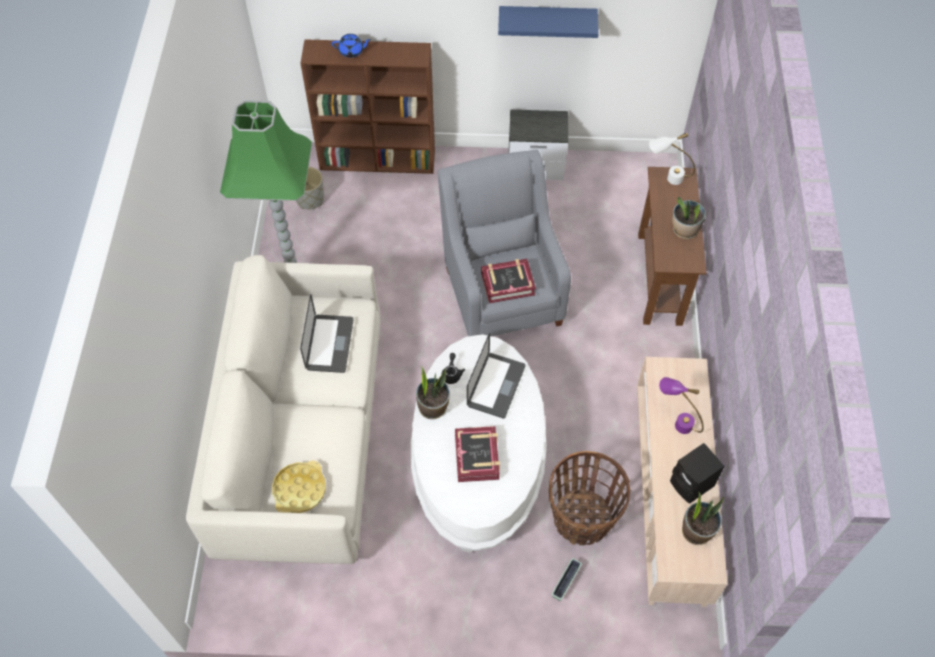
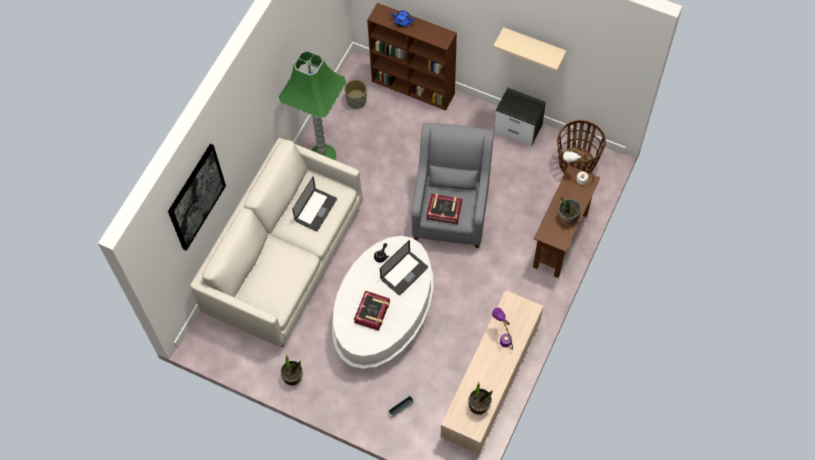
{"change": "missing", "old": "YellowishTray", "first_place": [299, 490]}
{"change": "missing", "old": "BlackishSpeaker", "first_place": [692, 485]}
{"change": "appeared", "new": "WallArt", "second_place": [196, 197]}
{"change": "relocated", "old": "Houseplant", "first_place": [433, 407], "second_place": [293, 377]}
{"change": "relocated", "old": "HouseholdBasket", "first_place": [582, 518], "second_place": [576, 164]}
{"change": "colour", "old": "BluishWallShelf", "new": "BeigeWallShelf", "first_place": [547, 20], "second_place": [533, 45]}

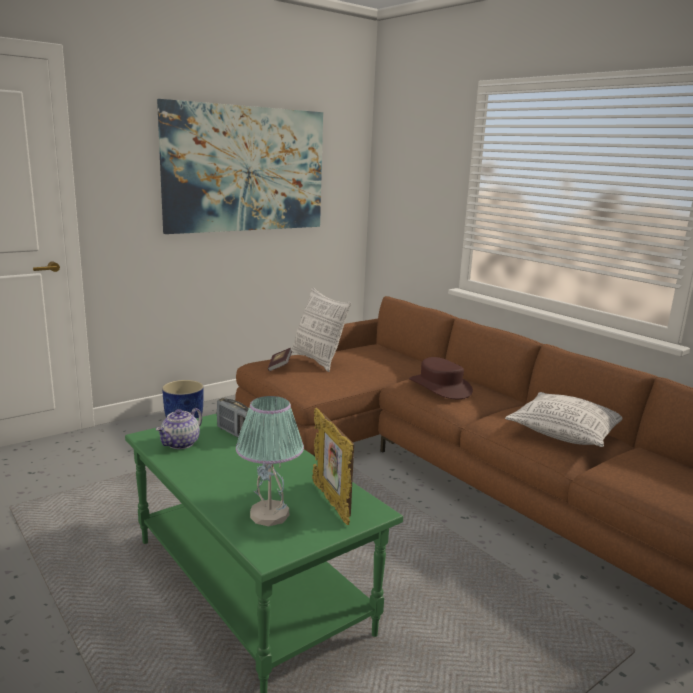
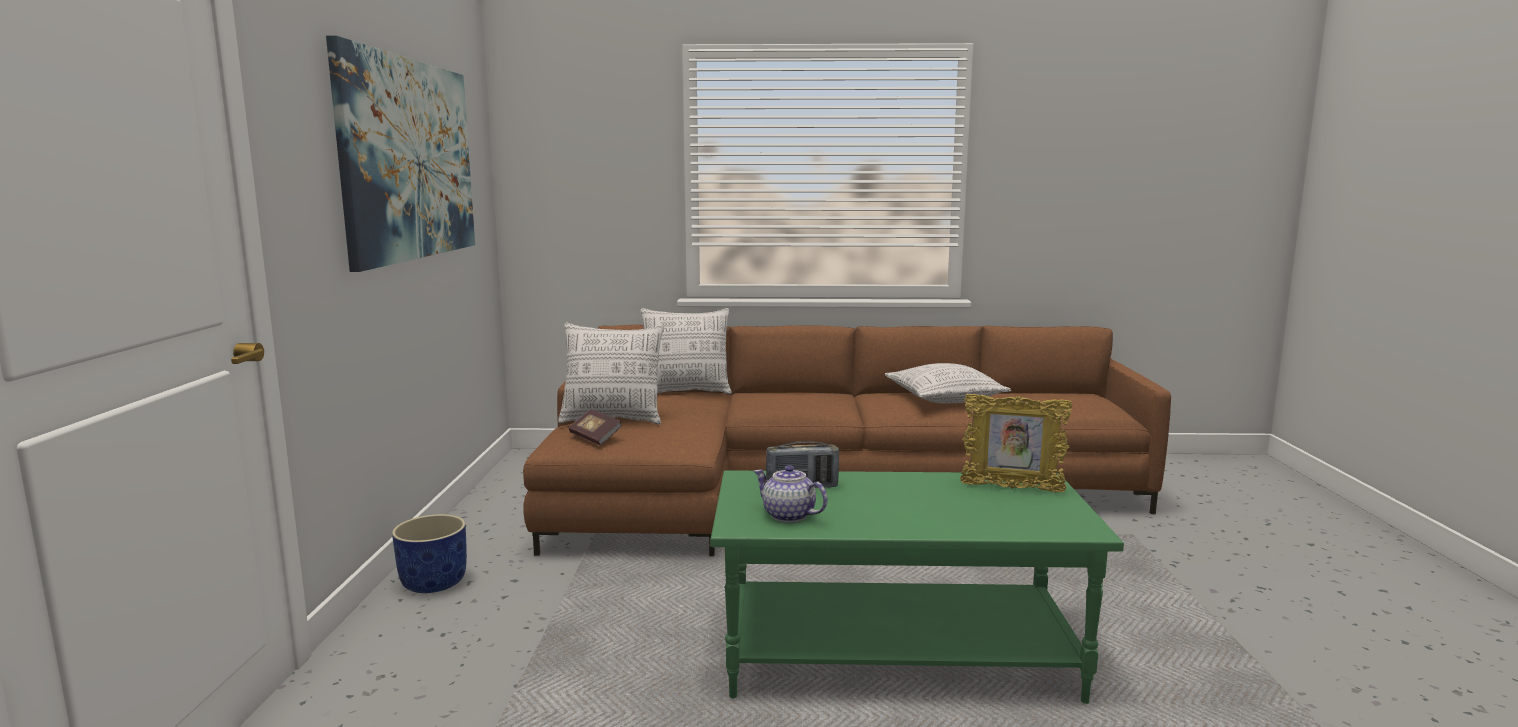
{"change": "missing", "old": "LampForATable", "first_place": [270, 515]}
{"change": "missing", "old": "BrownishWearableHat", "first_place": [440, 387]}
{"change": "appeared", "new": "ThrowPillow", "second_place": [686, 392]}
{"change": "spun", "old": "TeaPot", "first_place": [180, 444], "second_place": [788, 515], "degrees": 150}

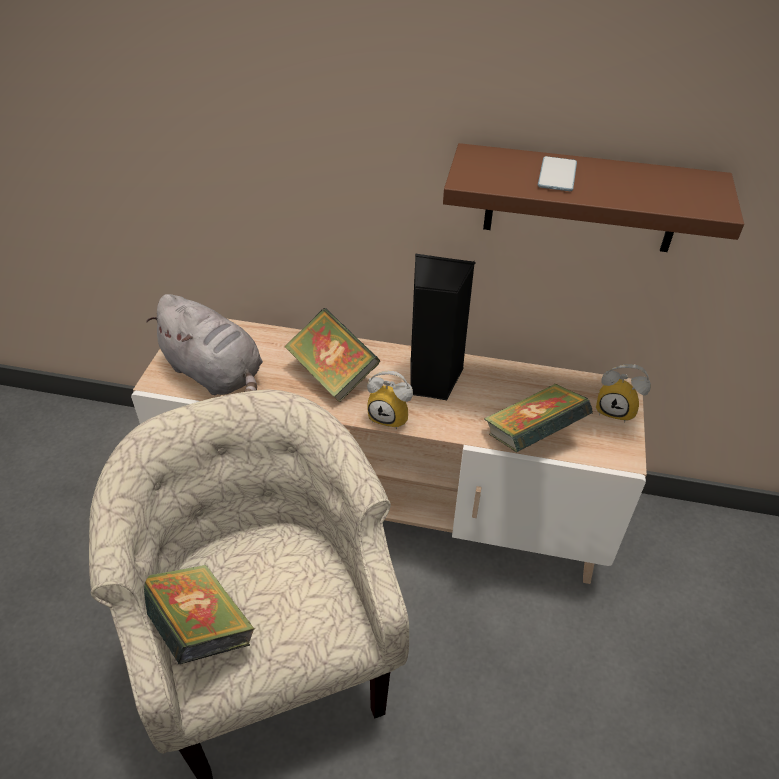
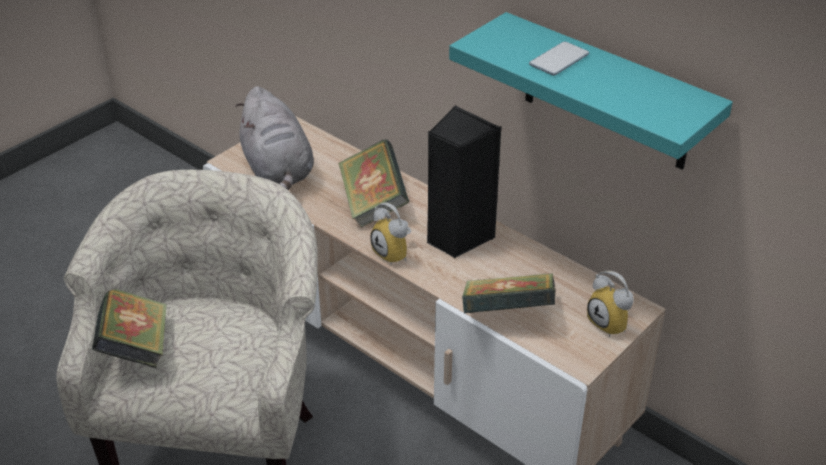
{"change": "colour", "old": "BrownishWallShelf", "new": "TurquoiseColouredWallShelf", "first_place": [582, 199], "second_place": [607, 93]}

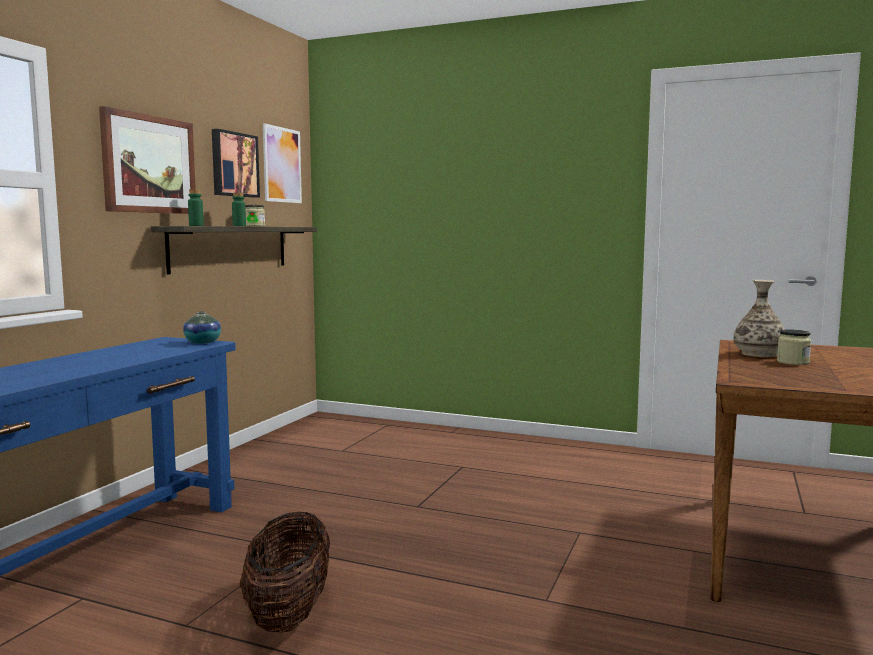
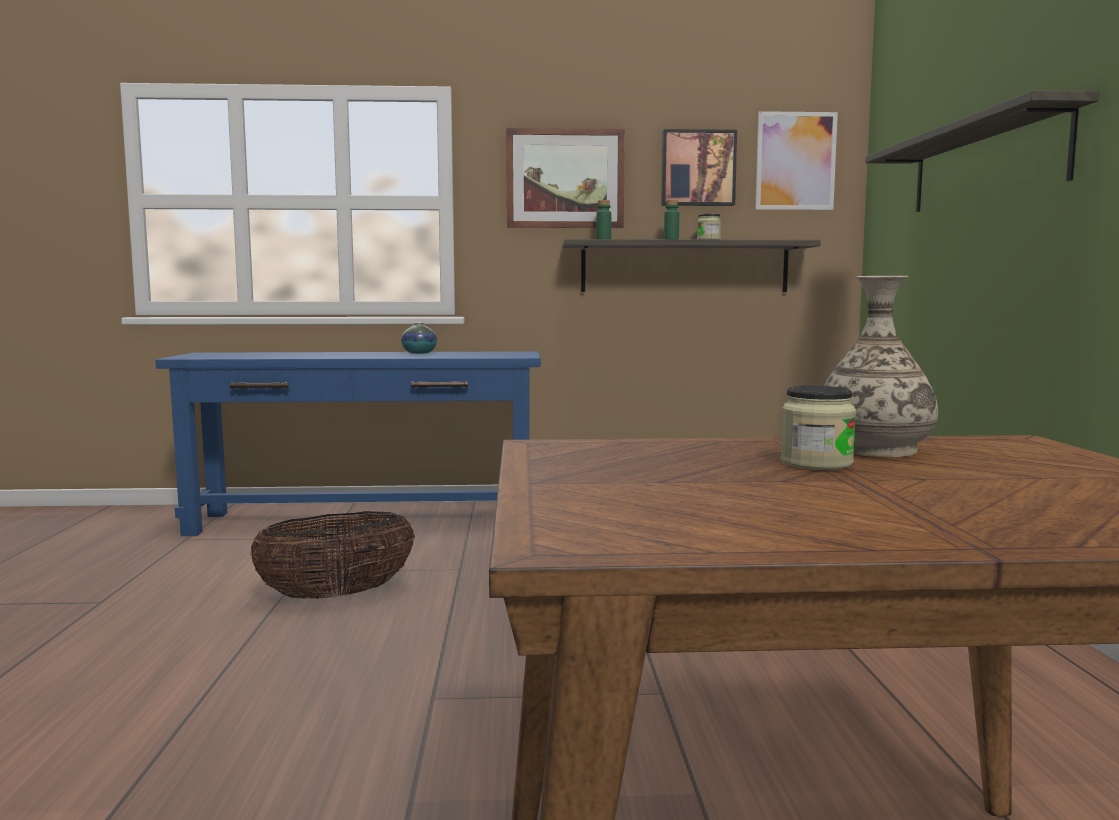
{"change": "appeared", "new": "WallShelf", "second_place": [985, 164]}
{"change": "relocated", "old": "FlowerVase", "first_place": [202, 342], "second_place": [419, 353]}

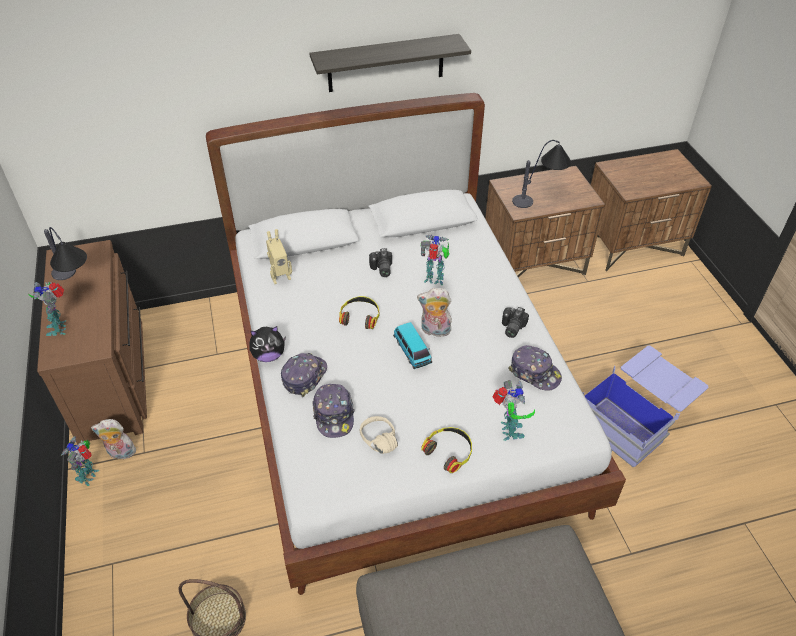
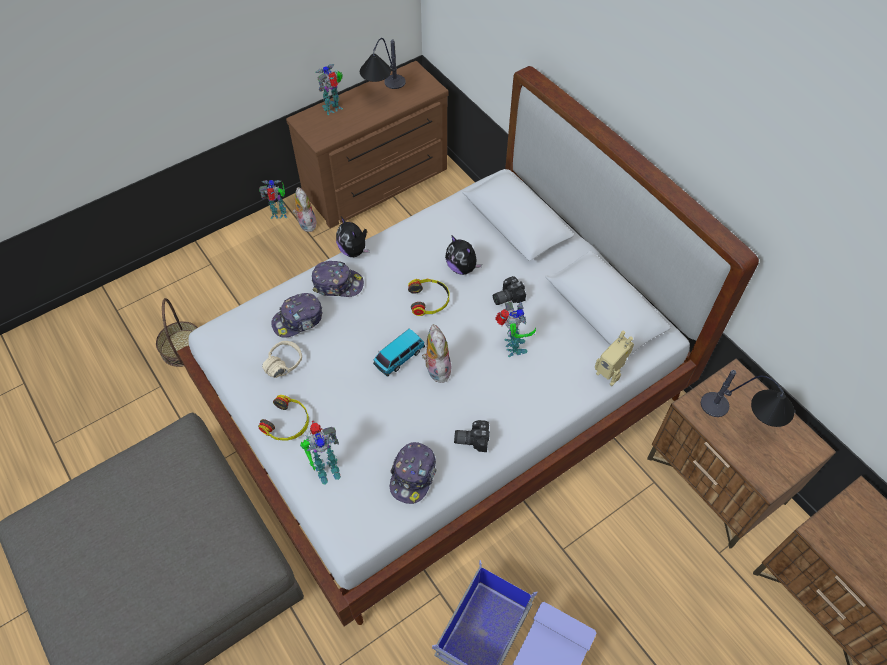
{"change": "missing", "old": "WallShelf", "first_place": [386, 63]}
{"change": "appeared", "new": "CuddlyToy", "second_place": [462, 267]}
{"change": "relocated", "old": "RobotFigure", "first_place": [280, 276], "second_place": [610, 374]}

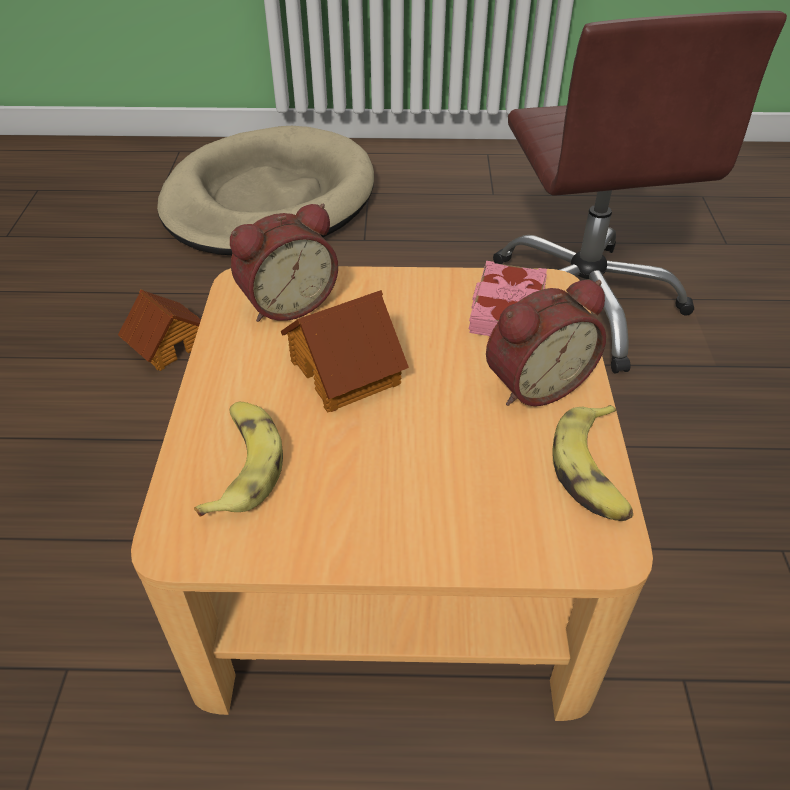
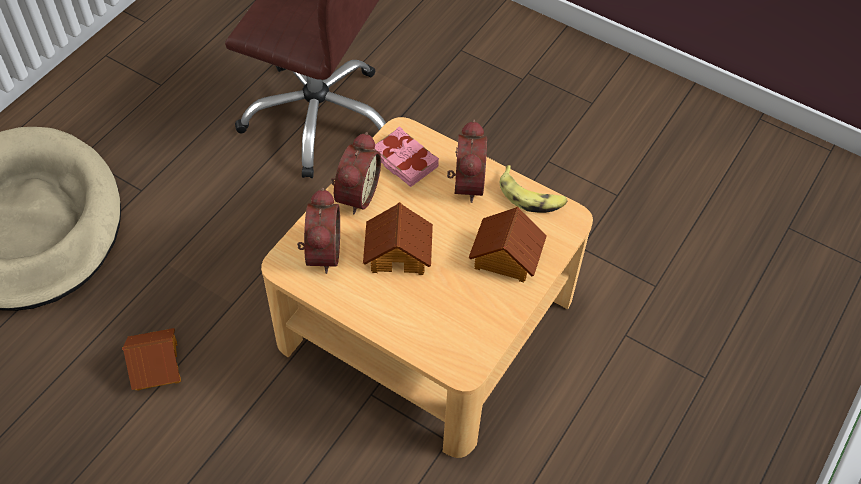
{"change": "missing", "old": "BananaFruit", "first_place": [243, 465]}
{"change": "appeared", "new": "BedsideClock", "second_place": [354, 194]}
{"change": "appeared", "new": "MiniatureHouse", "second_place": [505, 257]}

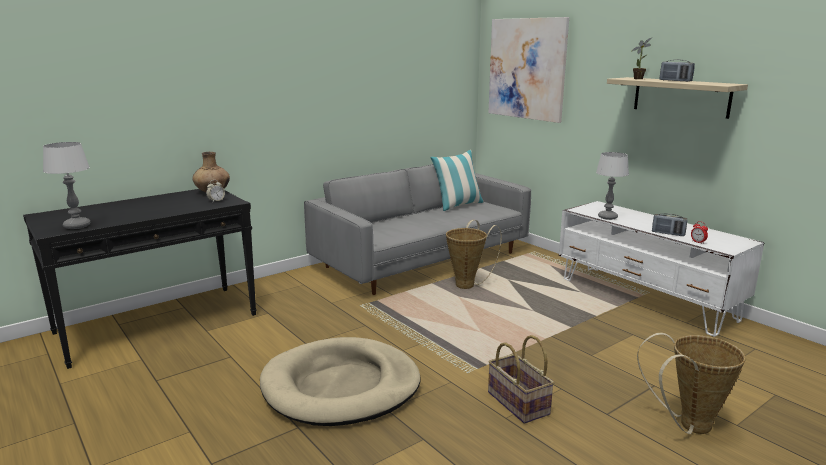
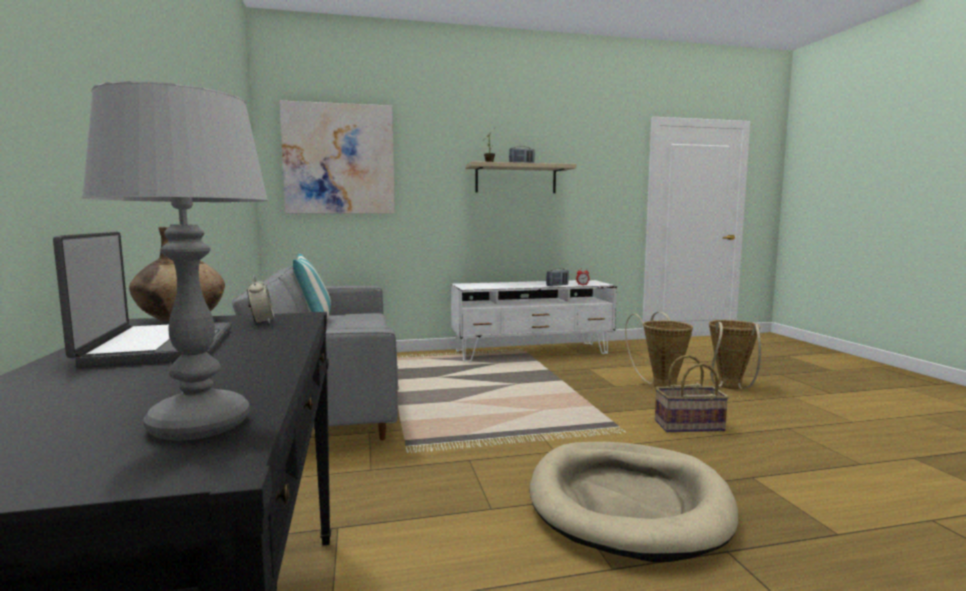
{"change": "missing", "old": "LampForATable", "first_place": [607, 217]}
{"change": "appeared", "new": "NotebookComputer", "second_place": [158, 347]}
{"change": "relocated", "old": "HouseholdBasket", "first_place": [468, 284], "second_place": [661, 385]}

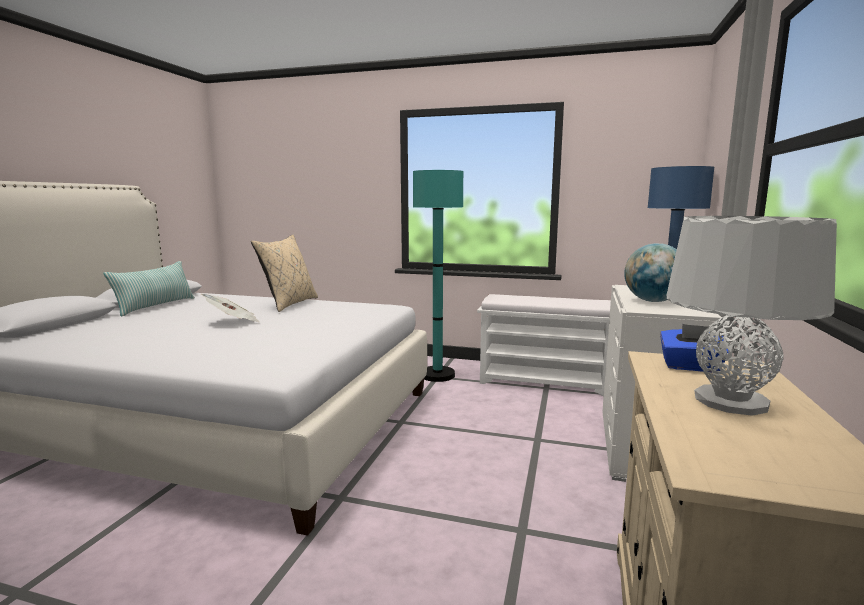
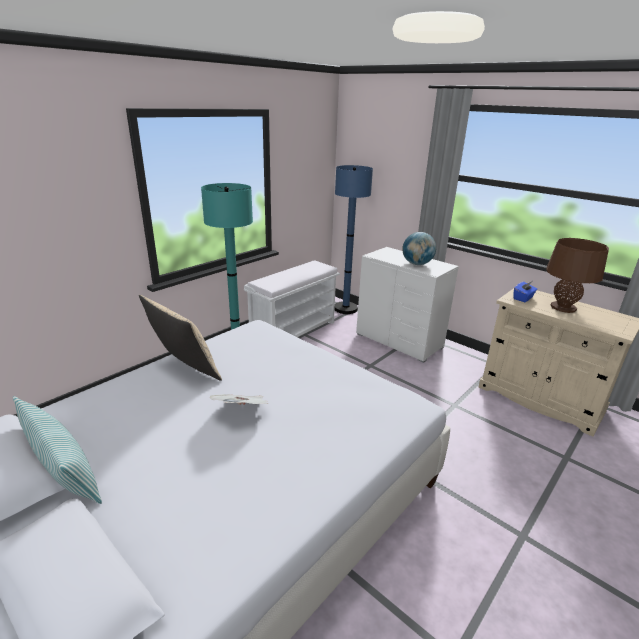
{"change": "colour", "old": "GrayLampForATable", "new": "BrownishLampForATable", "first_place": [730, 401], "second_place": [563, 307]}

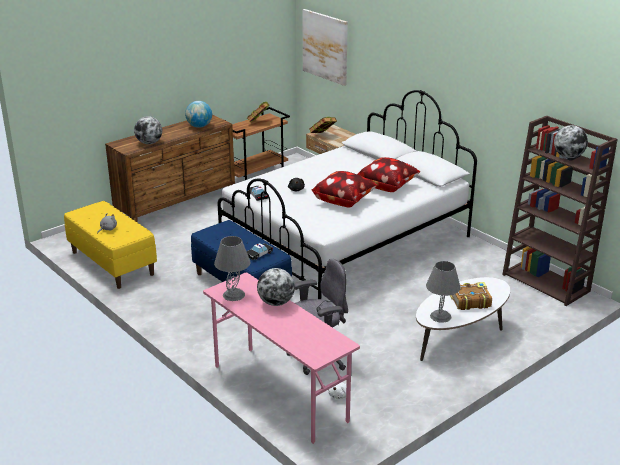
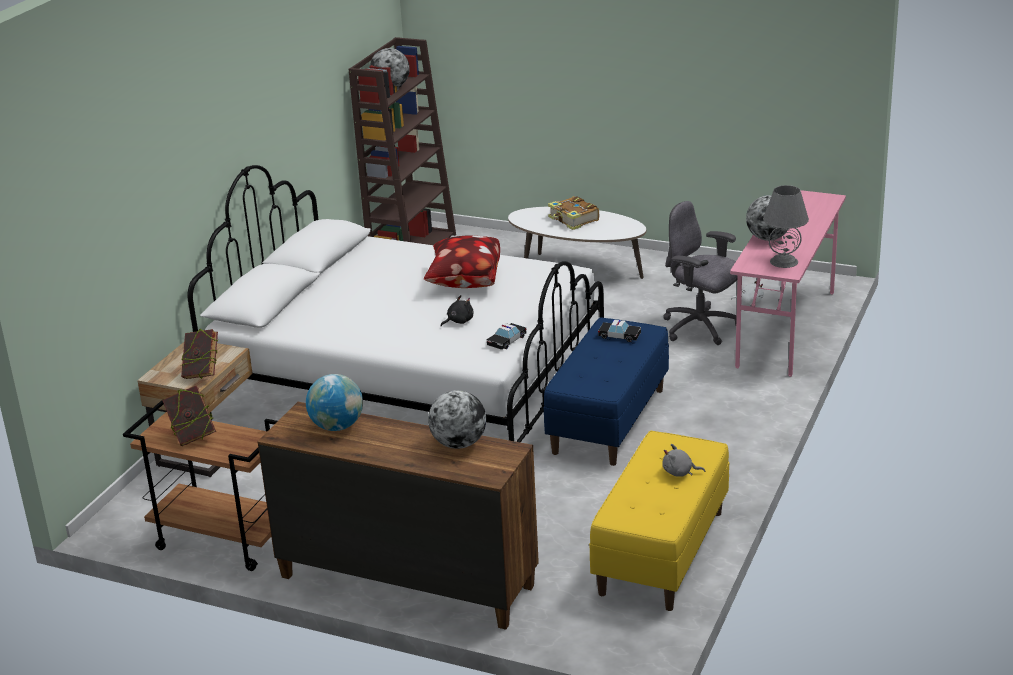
{"change": "missing", "old": "WallArt", "first_place": [325, 46]}
{"change": "missing", "old": "ThrowPillow", "first_place": [387, 186]}
{"change": "missing", "old": "GrayLampForATable", "first_place": [440, 316]}

